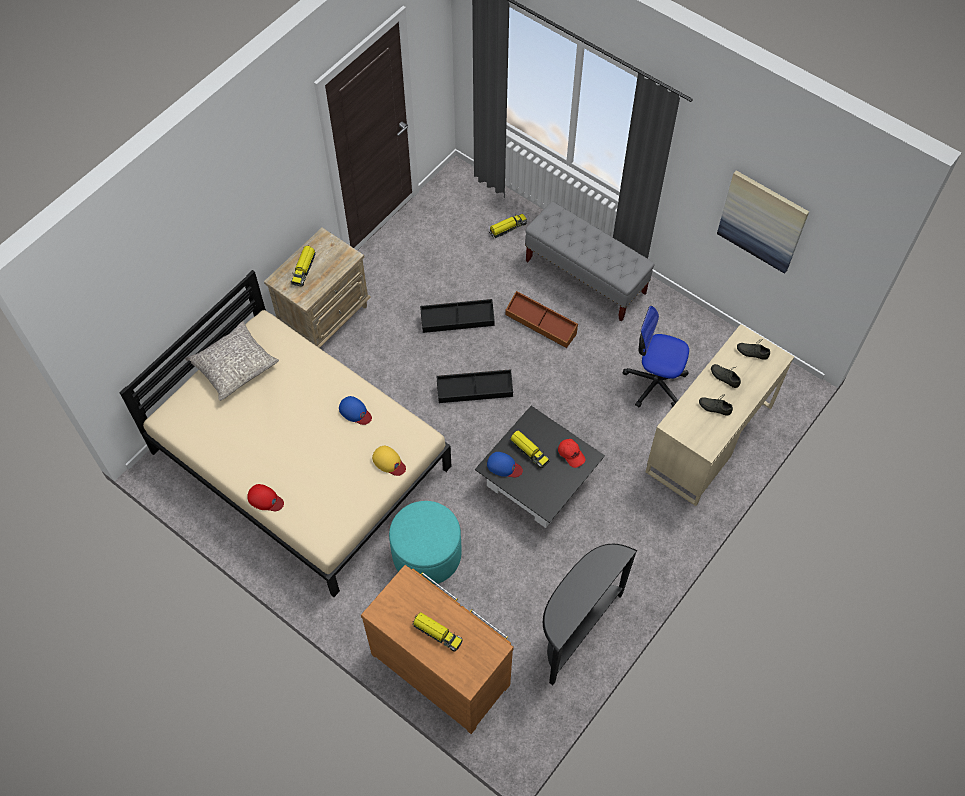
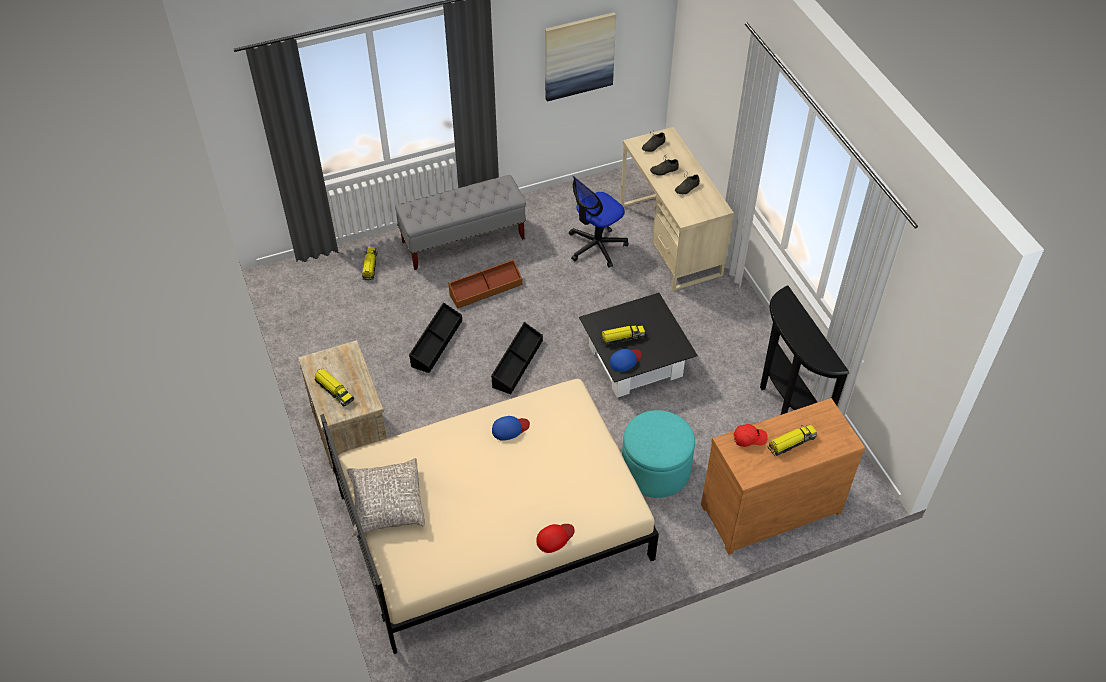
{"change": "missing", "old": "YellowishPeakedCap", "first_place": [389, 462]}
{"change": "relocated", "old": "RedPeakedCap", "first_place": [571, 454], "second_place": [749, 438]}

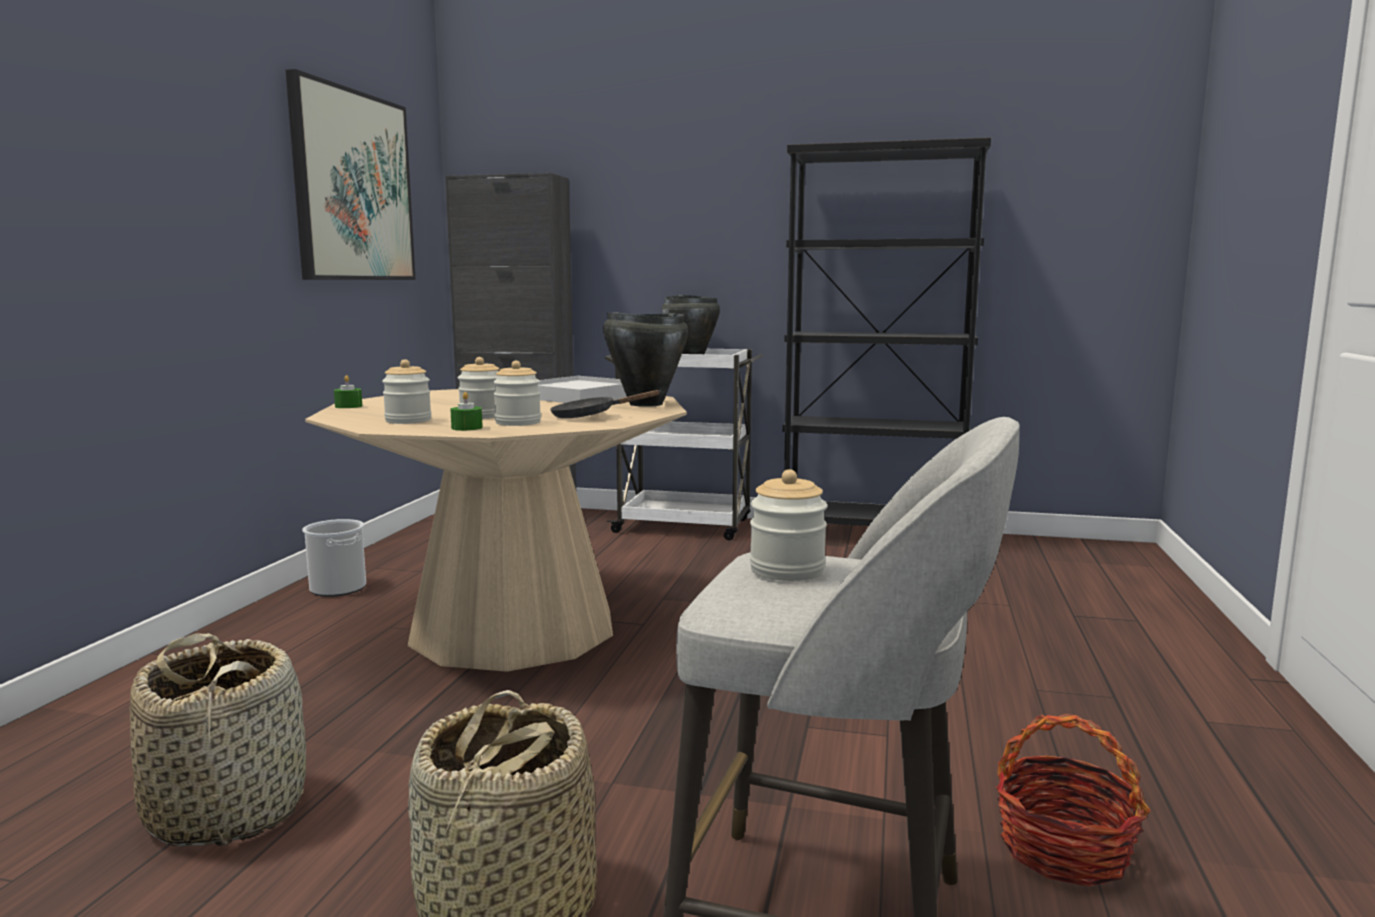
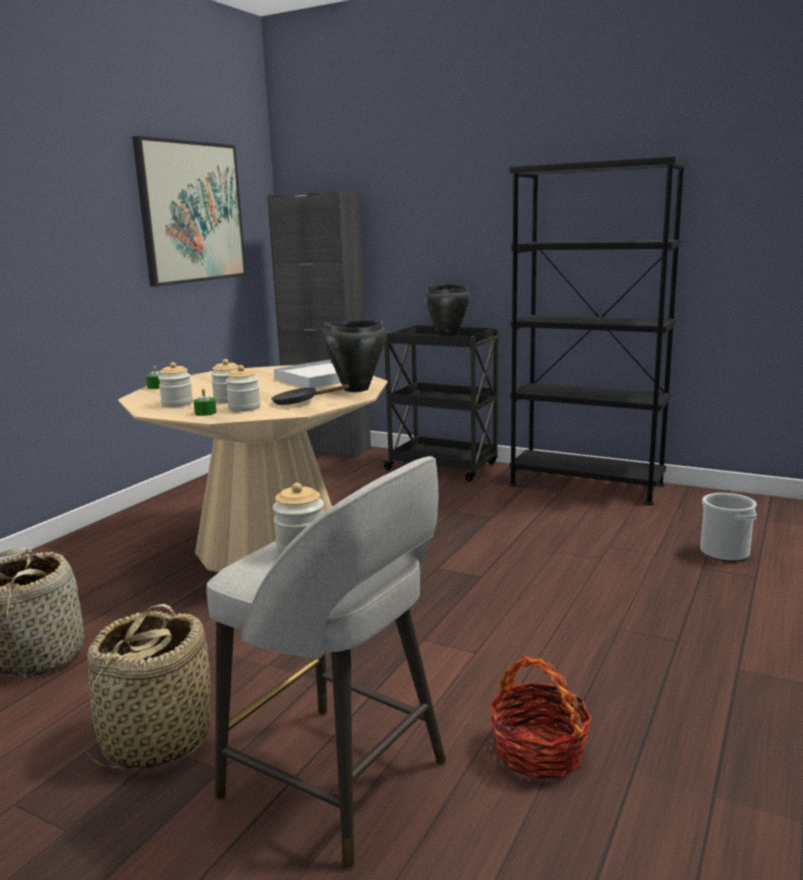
{"change": "relocated", "old": "WaterBucket", "first_place": [338, 588], "second_place": [724, 552]}
{"change": "colour", "old": "WhiteColouredWheeledCart", "new": "BlackishWheeledCart", "first_place": [685, 526], "second_place": [443, 467]}

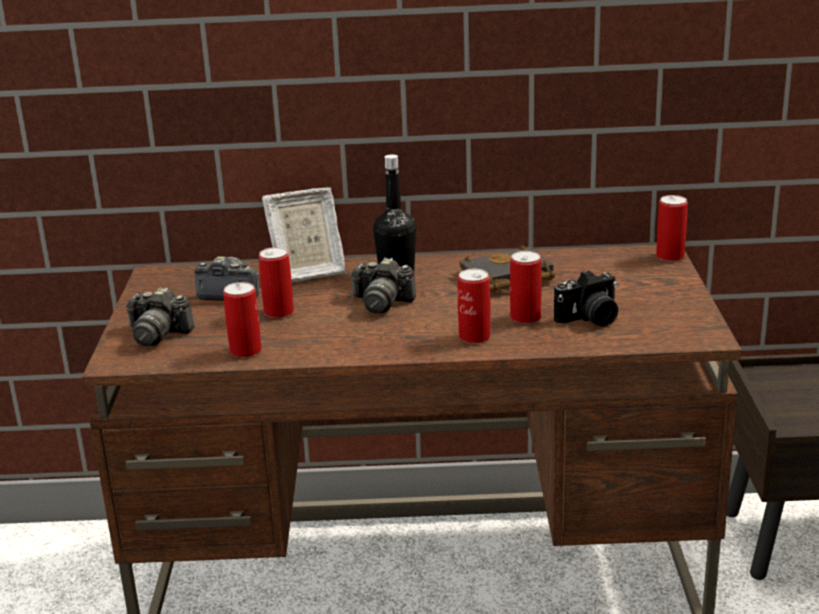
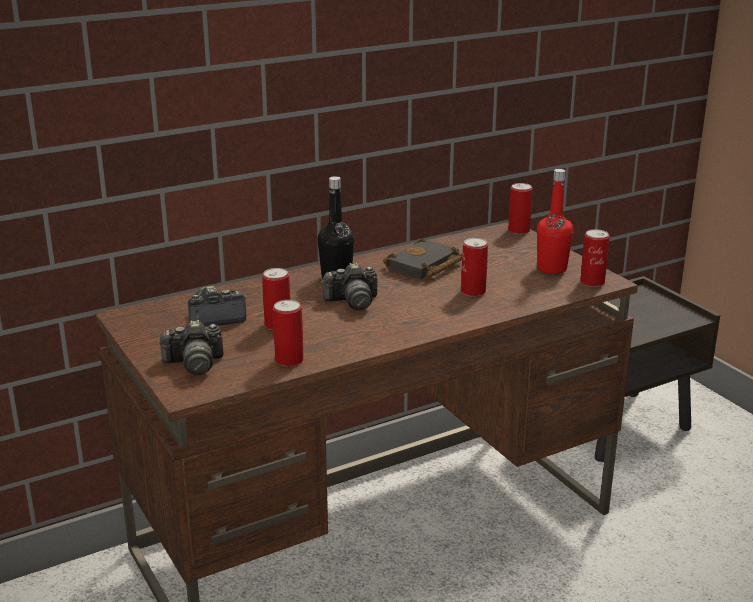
{"change": "missing", "old": "PictureFrame", "first_place": [307, 273]}
{"change": "missing", "old": "StillCamera", "first_place": [590, 319]}
{"change": "appeared", "new": "RedBeverageBottle", "second_place": [552, 269]}
{"change": "relocated", "old": "SealedCan", "first_place": [474, 337], "second_place": [592, 282]}

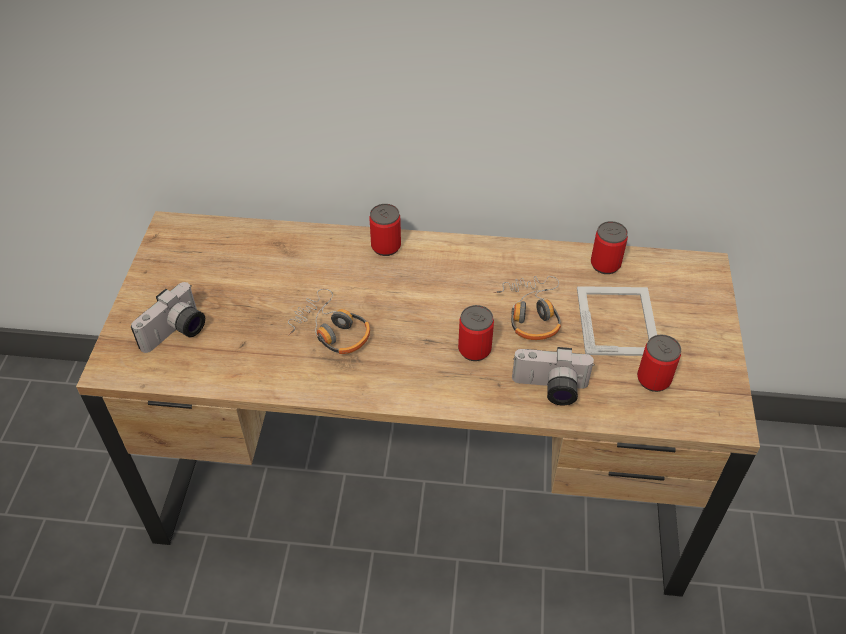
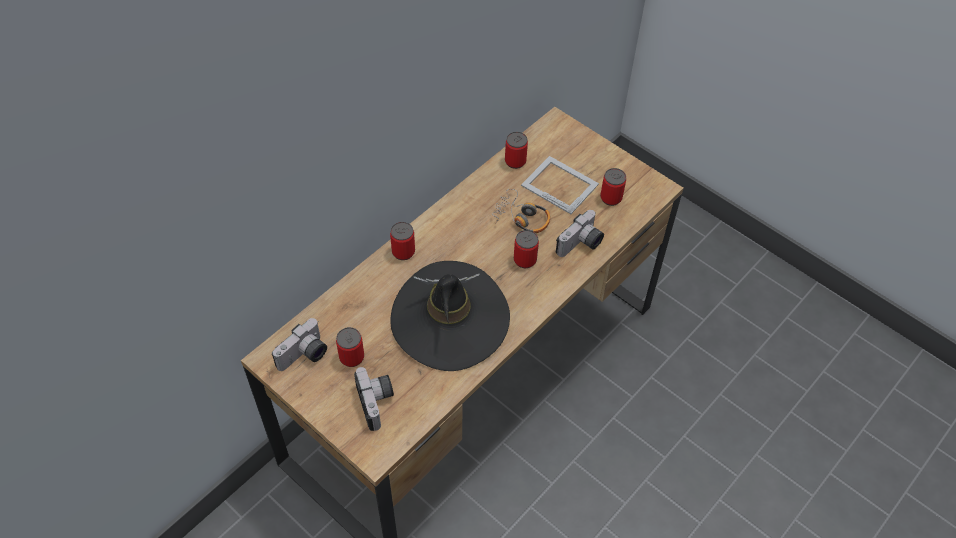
{"change": "appeared", "new": "StillCamera", "second_place": [304, 356]}
{"change": "appeared", "new": "SealedCan", "second_place": [352, 357]}
{"change": "exchanged", "old": "PairOfHeadphones", "new": "BlackishWearableHat", "first_place": [331, 331], "second_place": [450, 319]}

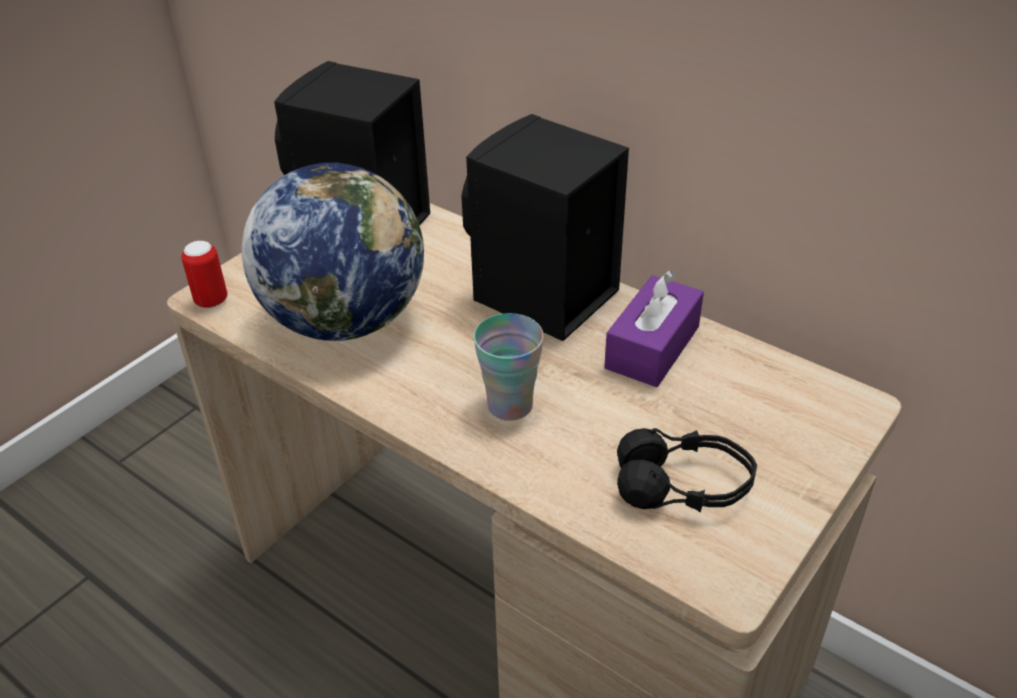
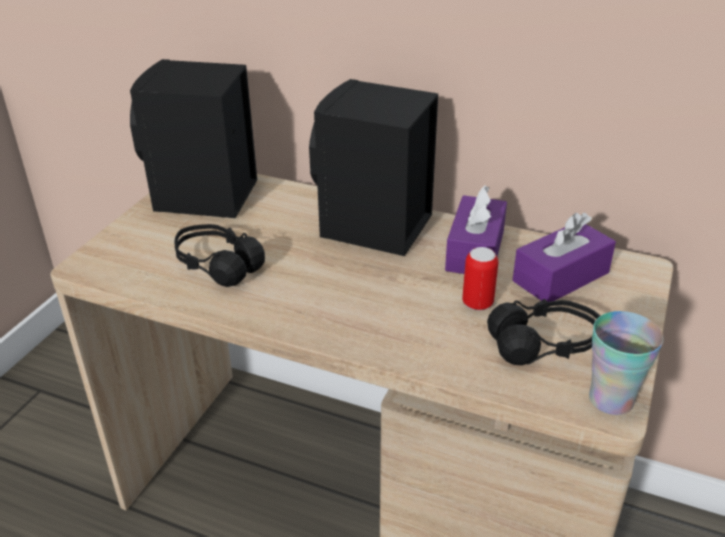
{"change": "appeared", "new": "PurpleTissueHolder", "second_place": [560, 277]}
{"change": "relocated", "old": "SealedCan", "first_place": [211, 301], "second_place": [477, 303]}
{"change": "relocated", "old": "DrinkingCup", "first_place": [510, 405], "second_place": [611, 400]}
{"change": "exchanged", "old": "DeskGlobe", "new": "BlackishPairOfHeadphones", "first_place": [345, 320], "second_place": [218, 266]}

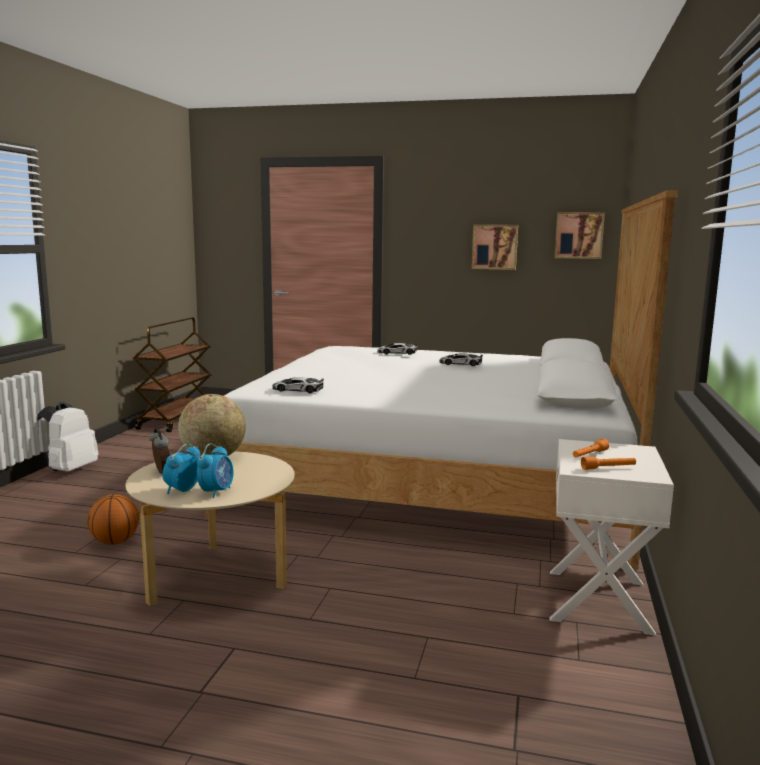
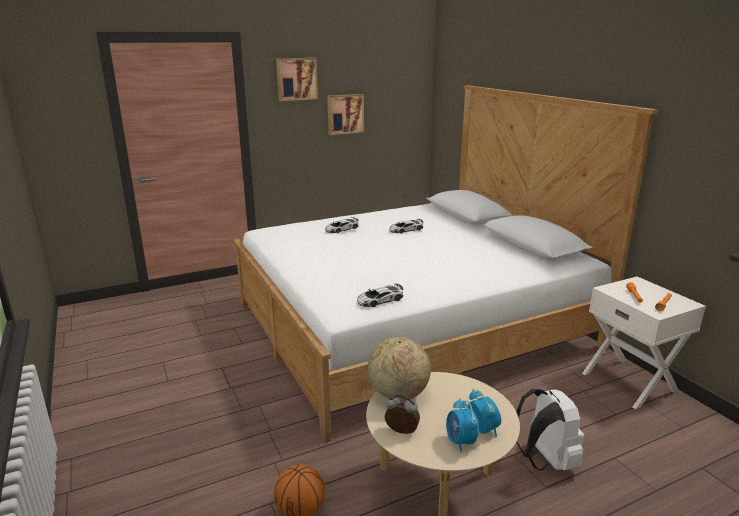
{"change": "missing", "old": "BrownishWheeledCart", "first_place": [176, 419]}
{"change": "relocated", "old": "WhiteColouredBackpack", "first_place": [69, 470], "second_place": [545, 460]}
{"change": "relocated", "old": "WallArt", "first_place": [579, 235], "second_place": [296, 79]}

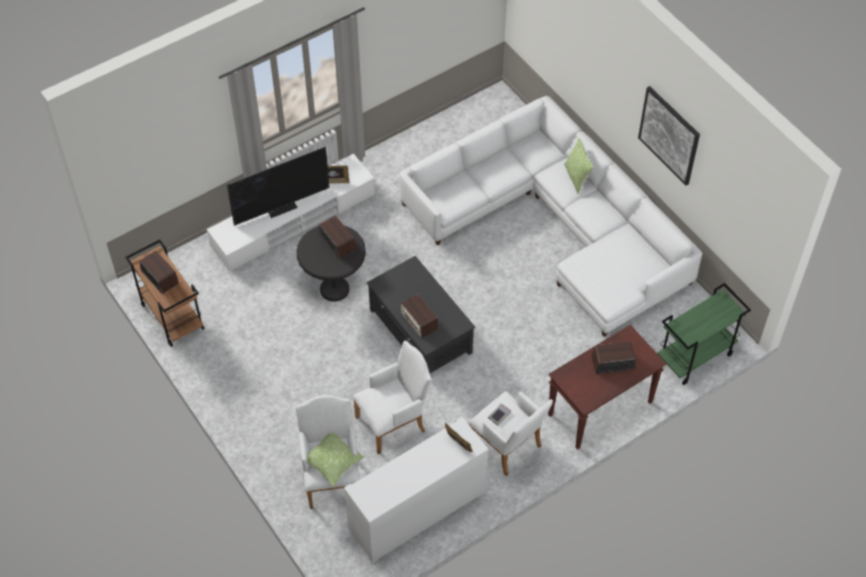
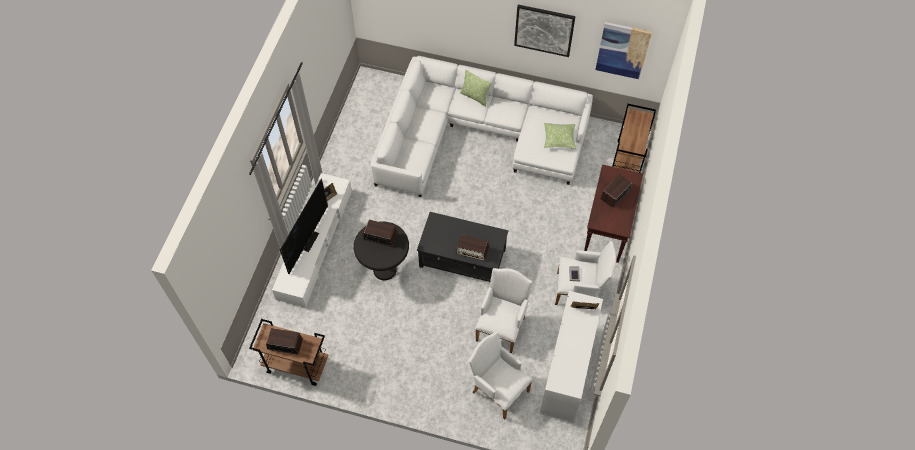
{"change": "appeared", "new": "WallArt", "second_place": [623, 50]}
{"change": "relocated", "old": "ThrowPillow", "first_place": [332, 461], "second_place": [559, 139]}
{"change": "colour", "old": "GreenishWheeledCart", "new": "BrownishWheeledCart", "first_place": [694, 357], "second_place": [627, 161]}

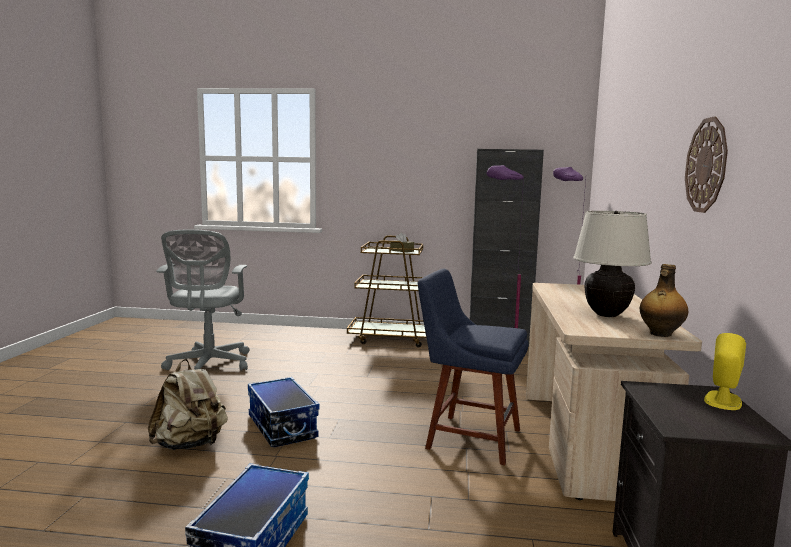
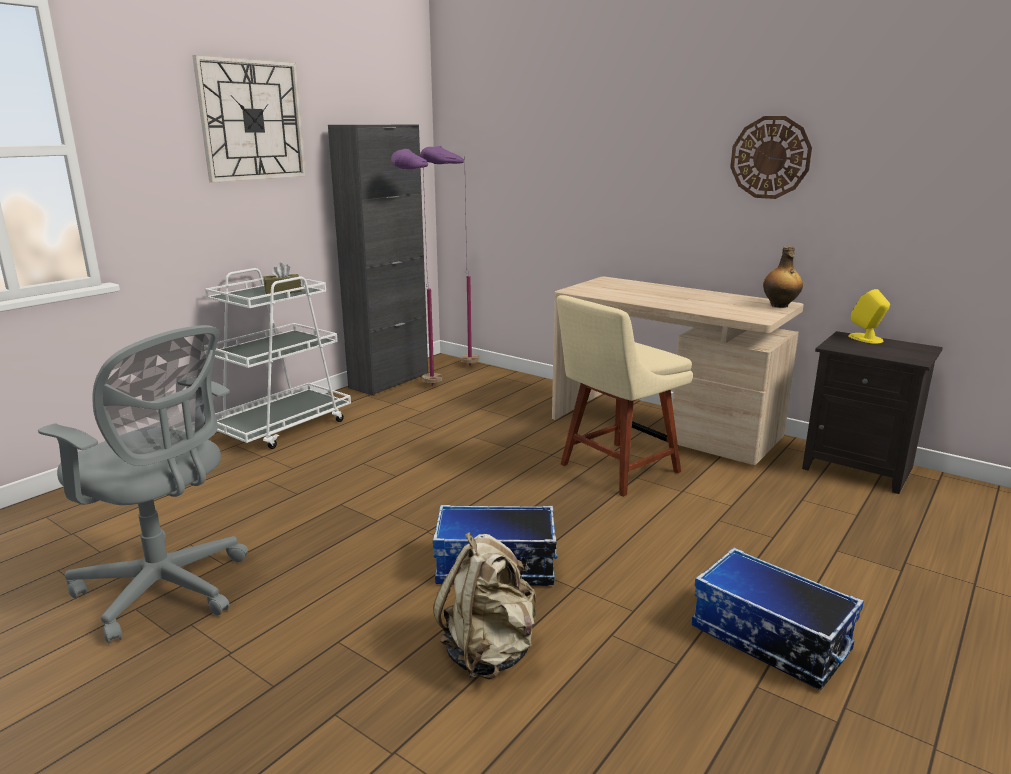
{"change": "missing", "old": "BeigeLampForATable", "first_place": [607, 315]}
{"change": "appeared", "new": "HangingClock", "second_place": [252, 120]}
{"change": "colour", "old": "BrownishWheeledCart", "new": "WhiteColouredWheeledCart", "first_place": [391, 338], "second_place": [282, 427]}
{"change": "colour", "old": "BluishChair", "new": "BeigeChair", "first_place": [468, 437], "second_place": [615, 469]}

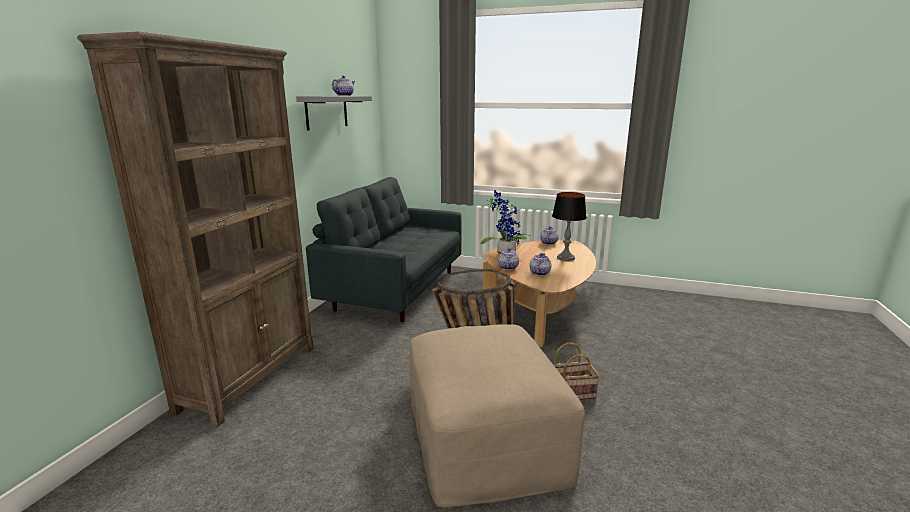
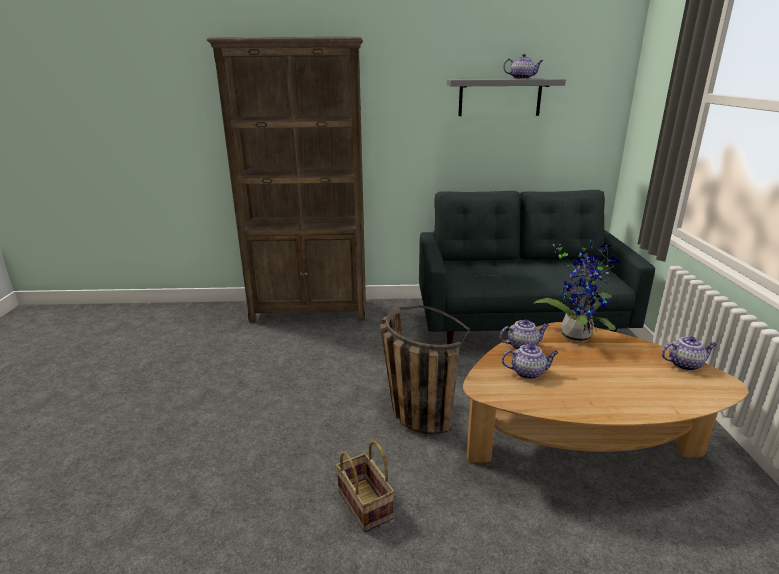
{"change": "missing", "old": "BeigeFootrest", "first_place": [484, 435]}
{"change": "missing", "old": "LampForATable", "first_place": [565, 258]}

